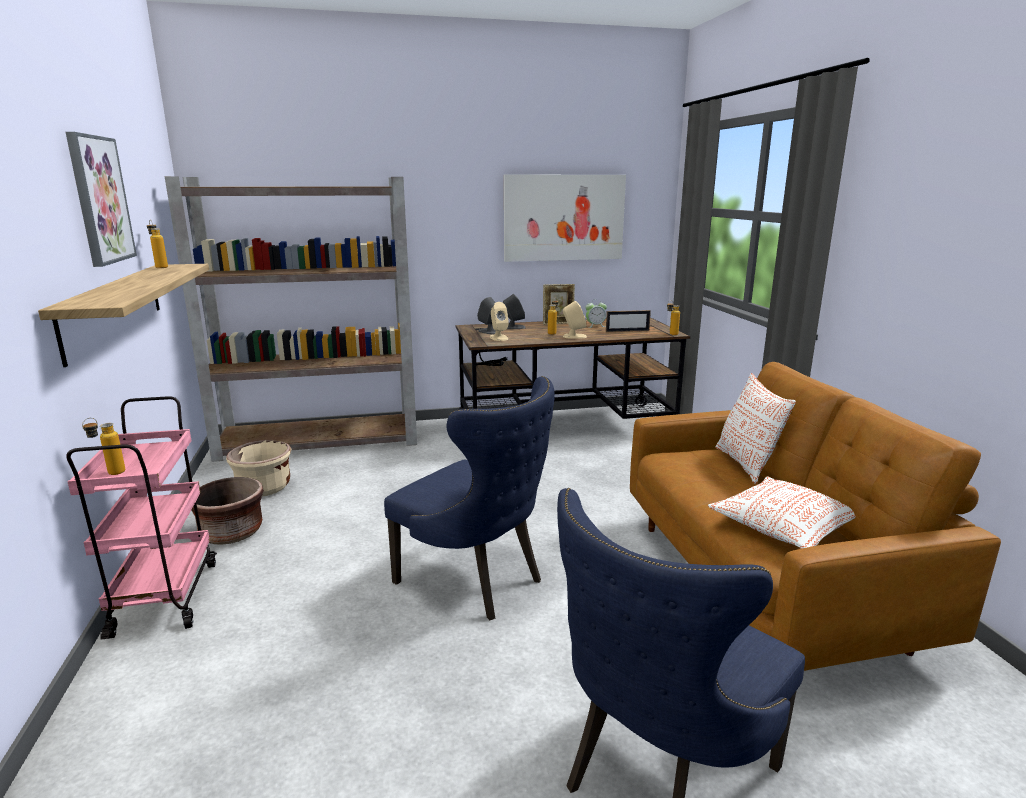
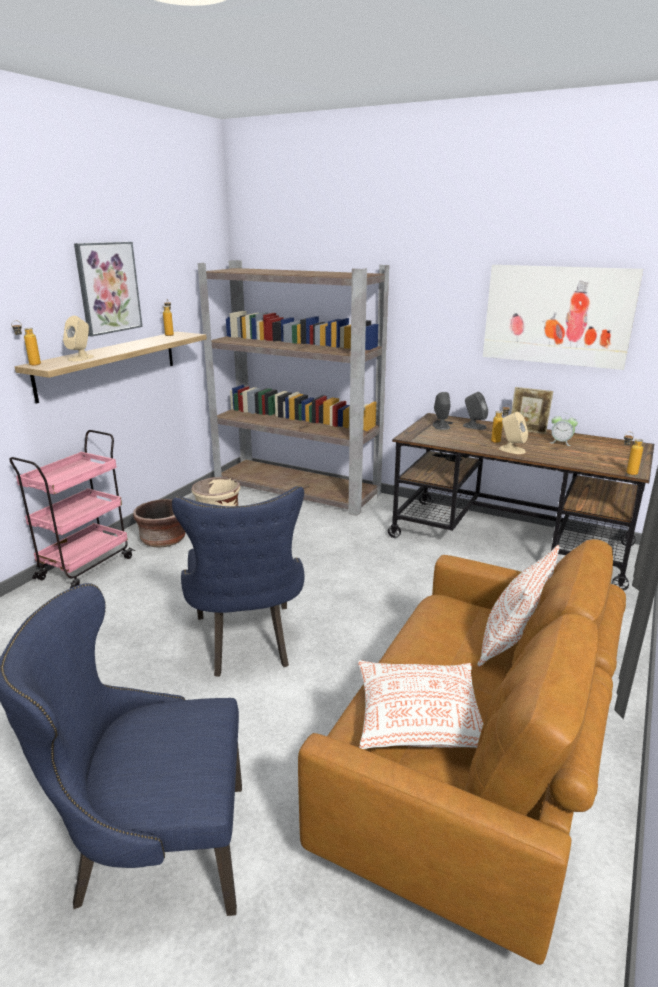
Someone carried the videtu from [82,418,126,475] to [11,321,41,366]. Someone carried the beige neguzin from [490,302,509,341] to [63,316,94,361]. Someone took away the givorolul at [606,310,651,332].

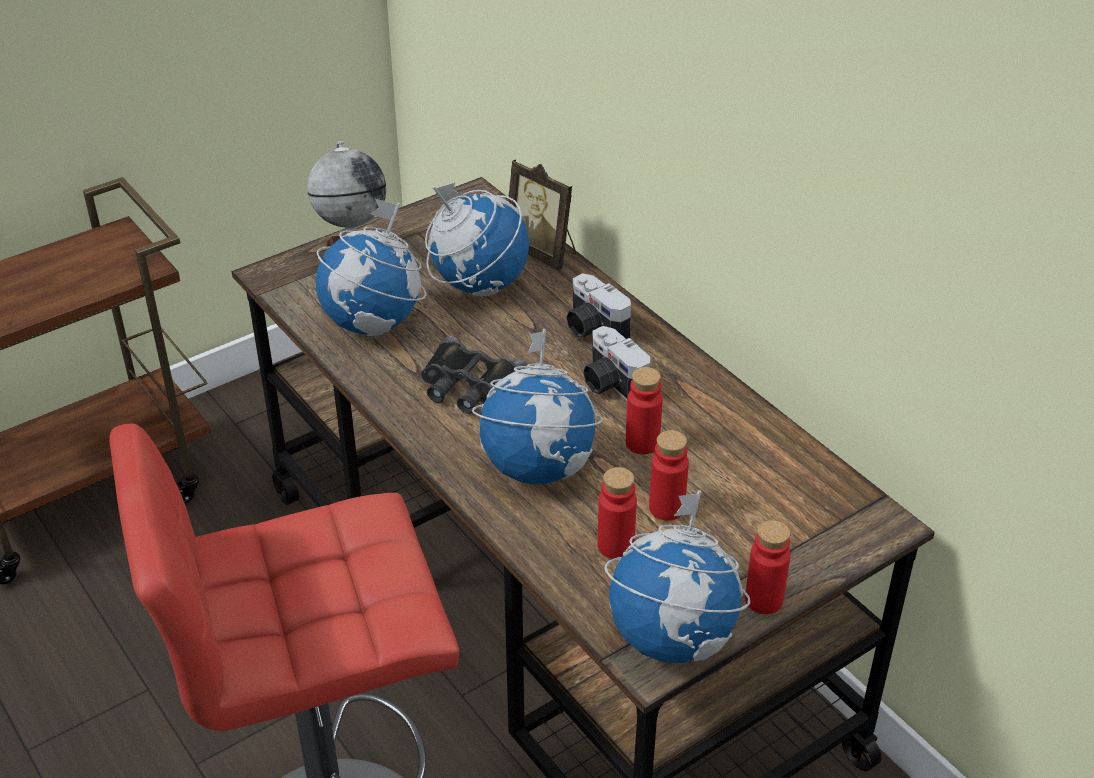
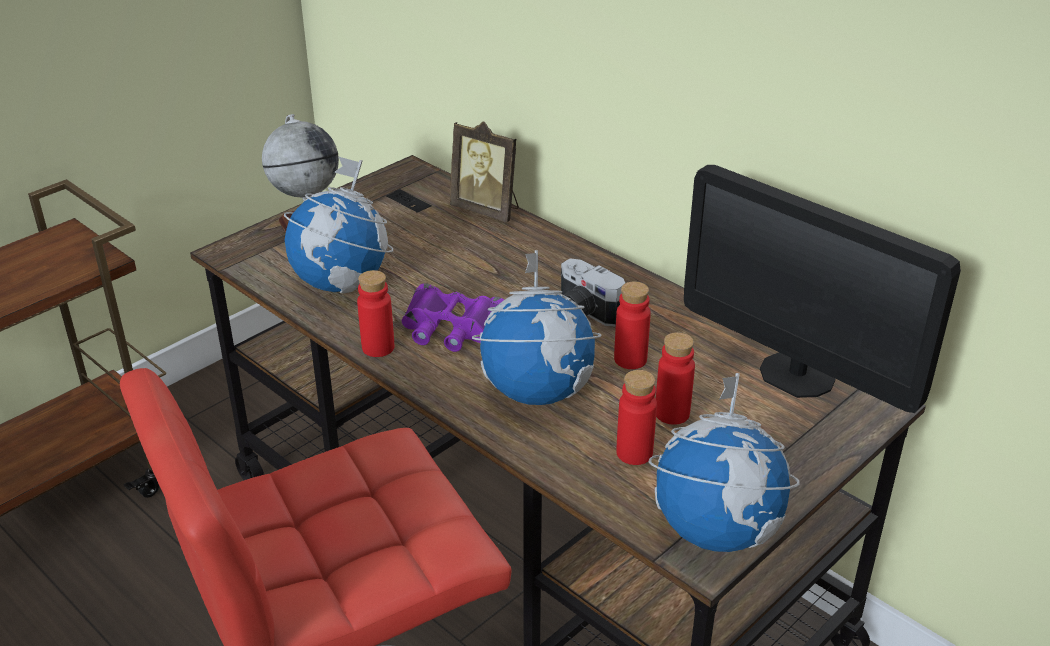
Someone repainted the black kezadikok at [421,336,528,414], which became the purple kezadikok at [402,283,504,352]. Someone took away the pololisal at [425,183,530,296]. Someone took away the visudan at [566,273,631,339]. Someone carried the red videtu from [745,520,790,614] to [357,270,394,357]. Someone put down the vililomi at [684,165,961,413].

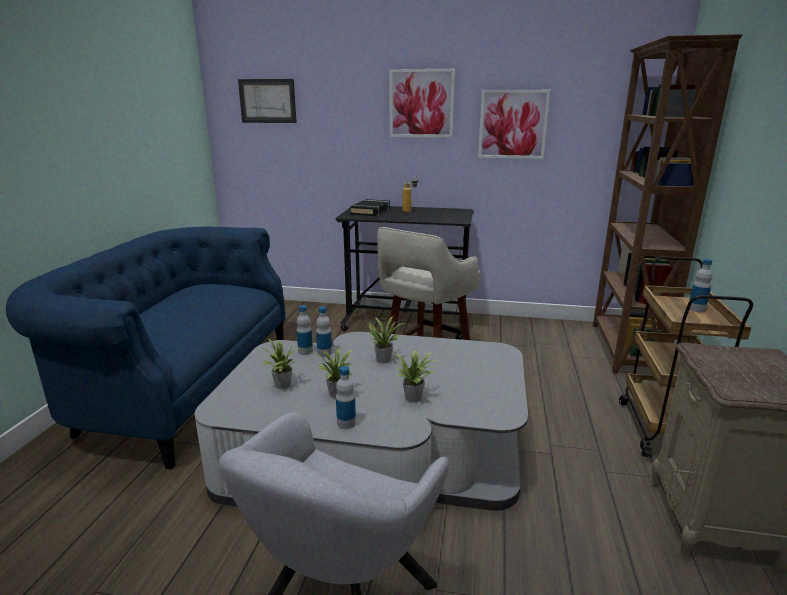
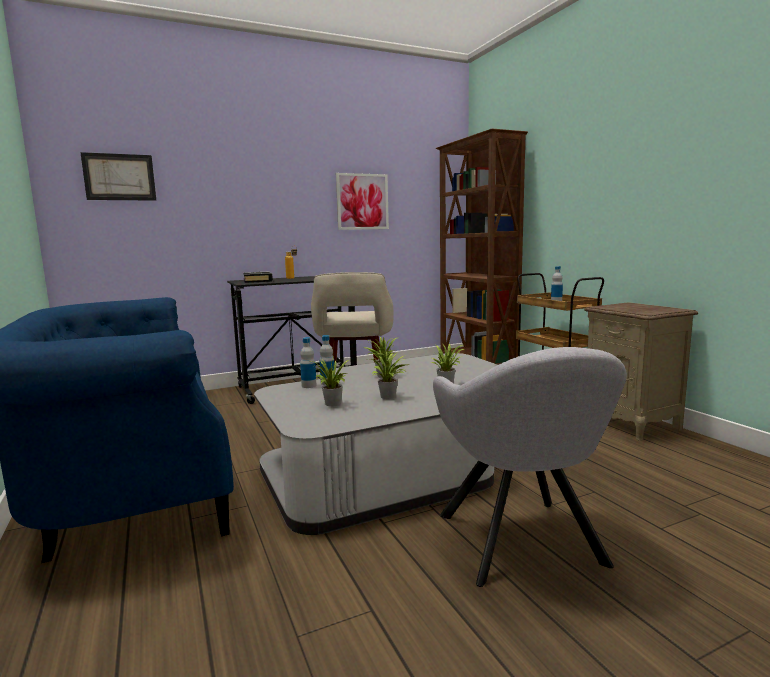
Someone took away the videtu at [336,366,356,429]. Someone took away the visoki at [390,69,455,138].

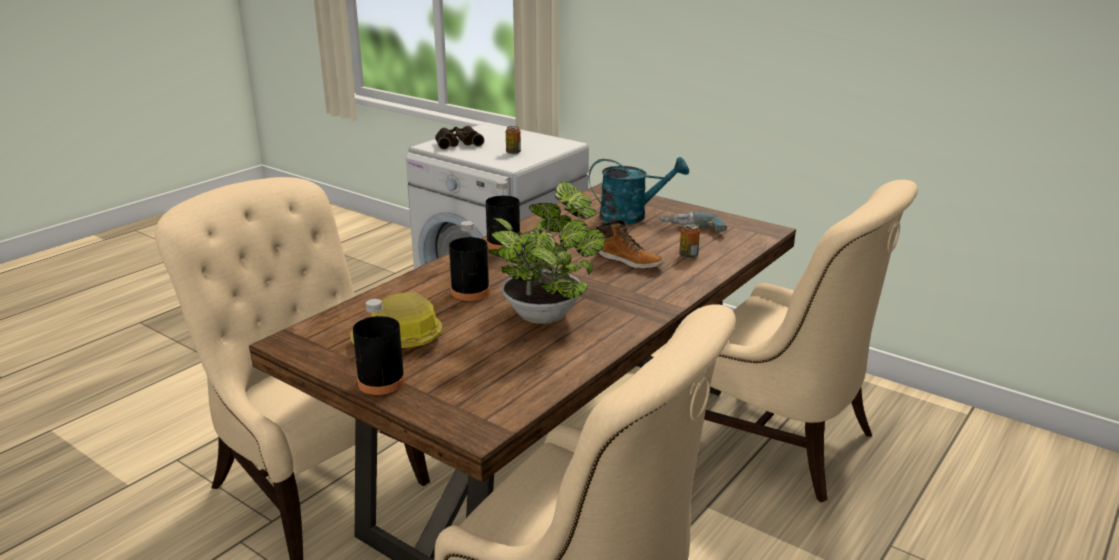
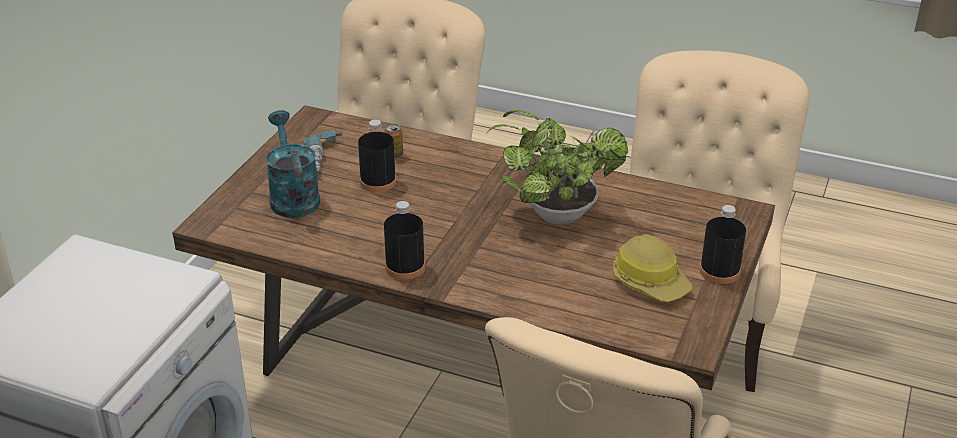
Someone took away the kezadikok at [435,126,484,150]. Someone carried the black videtu from [449,221,490,301] to [358,120,396,193]. Someone took away the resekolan at [506,126,521,154]. Someone took away the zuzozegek at [596,220,664,269].

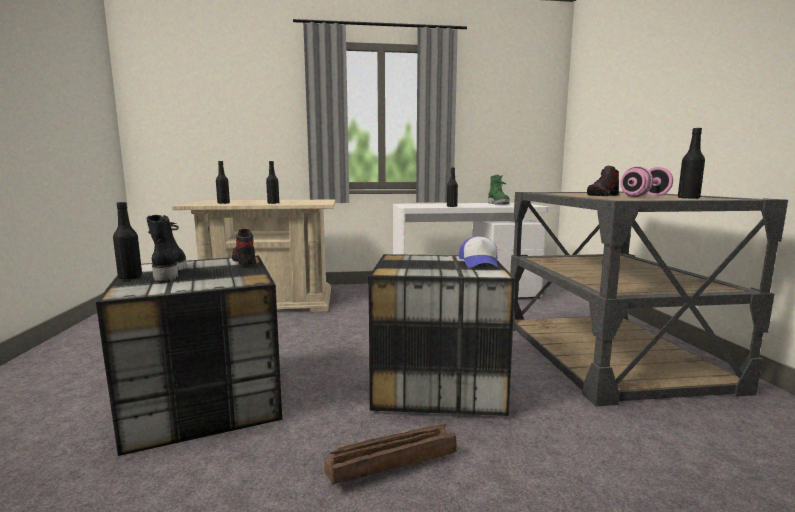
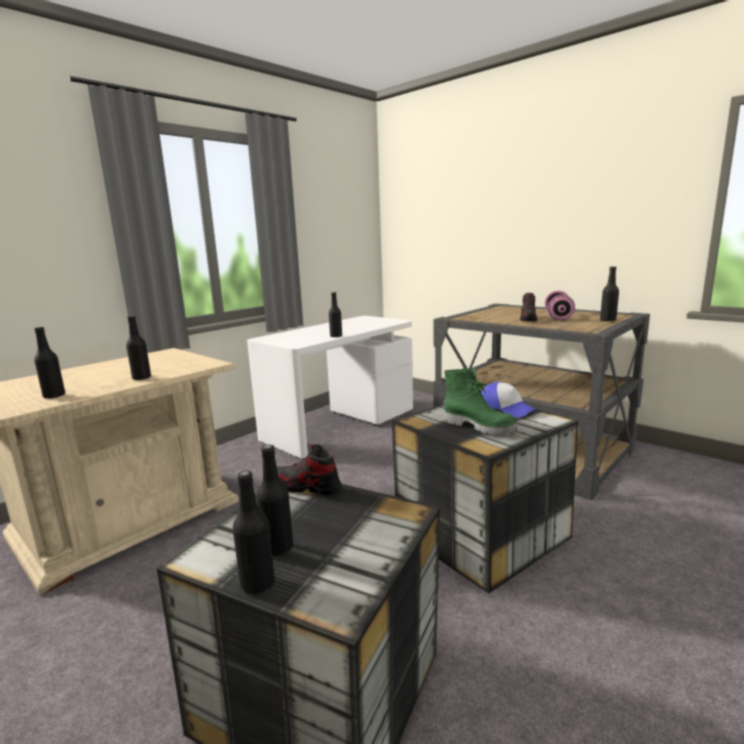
Someone swapped the black zuzozegek at [147,215,187,281] for the black videtu at [256,444,293,556]. Someone took away the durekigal at [324,423,457,484]. Someone carried the green zuzozegek from [488,175,510,205] to [444,368,517,435].

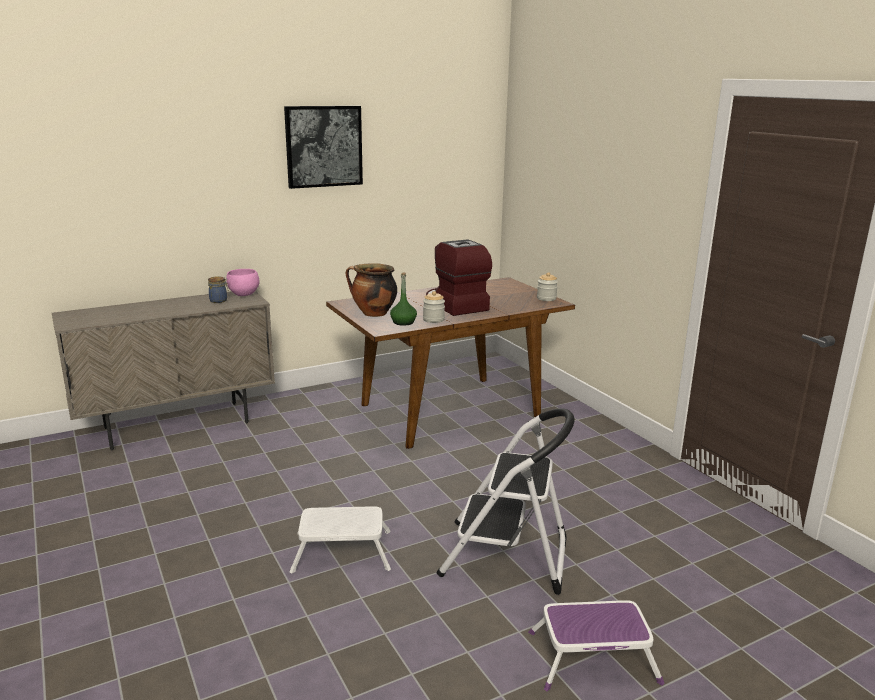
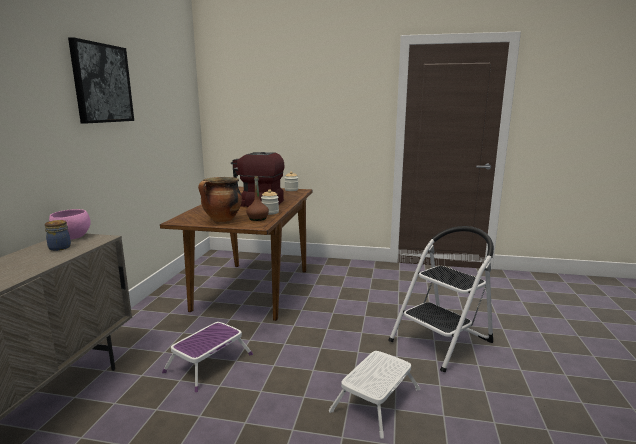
Someone repainted the green videtu at [390,272,417,326], which became the brown videtu at [246,176,269,221]. Someone carried the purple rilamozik from [528,600,664,691] to [162,322,253,392].

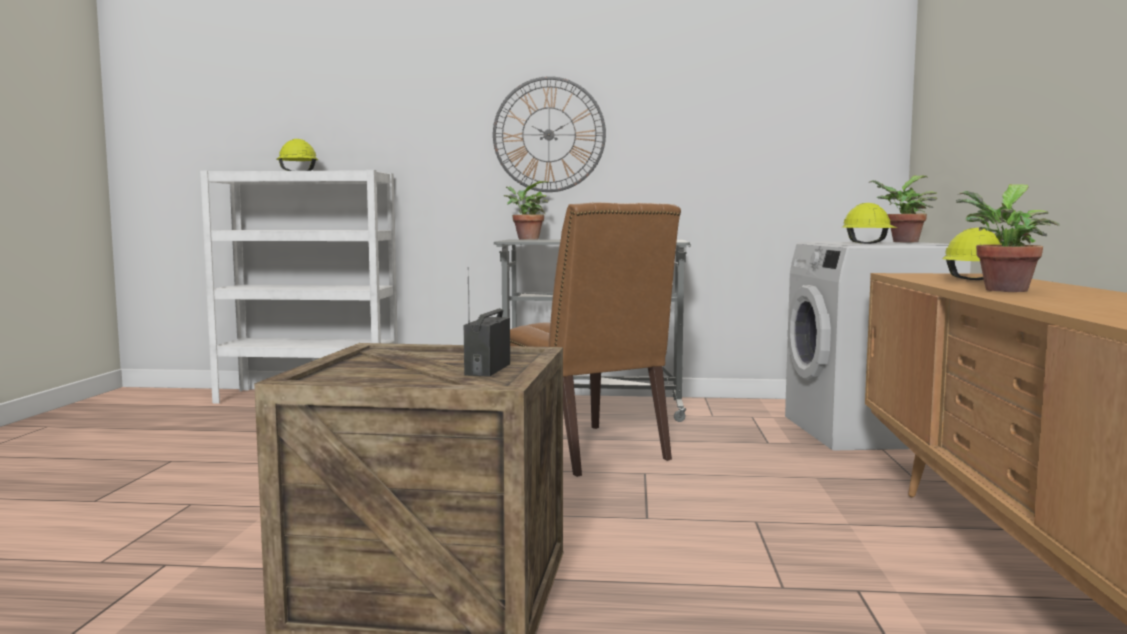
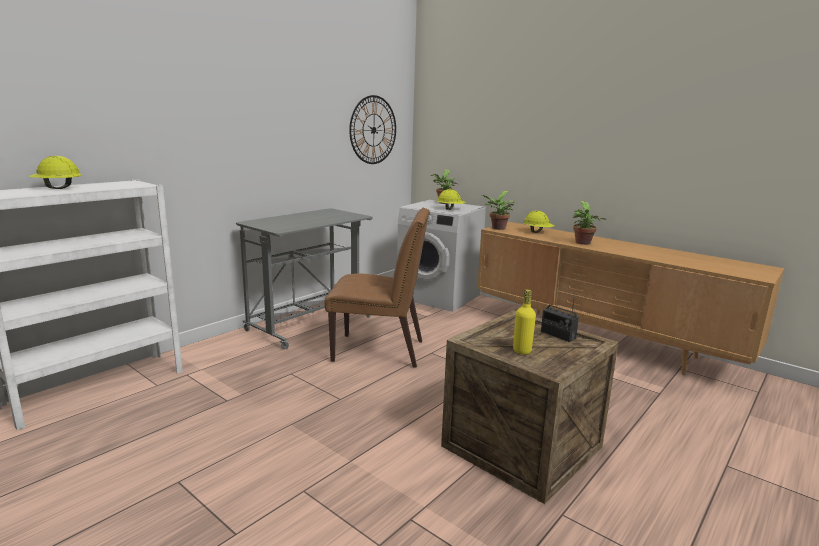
Someone carried the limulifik from [493,76,606,192] to [349,95,396,164]. Someone carried the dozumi from [504,181,549,240] to [482,191,515,230]. Someone put down the yellow videtu at [513,289,536,354].

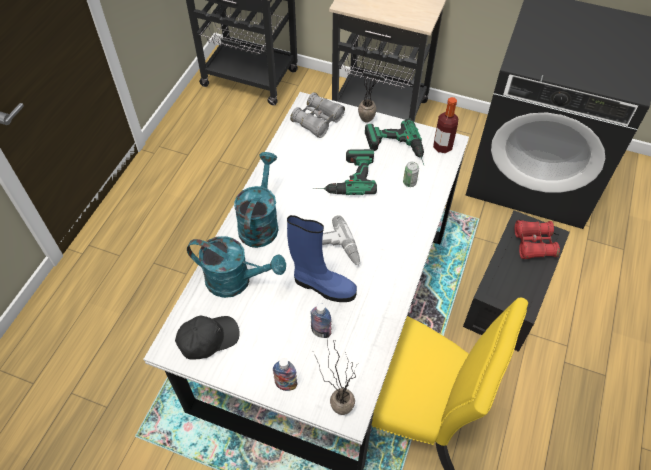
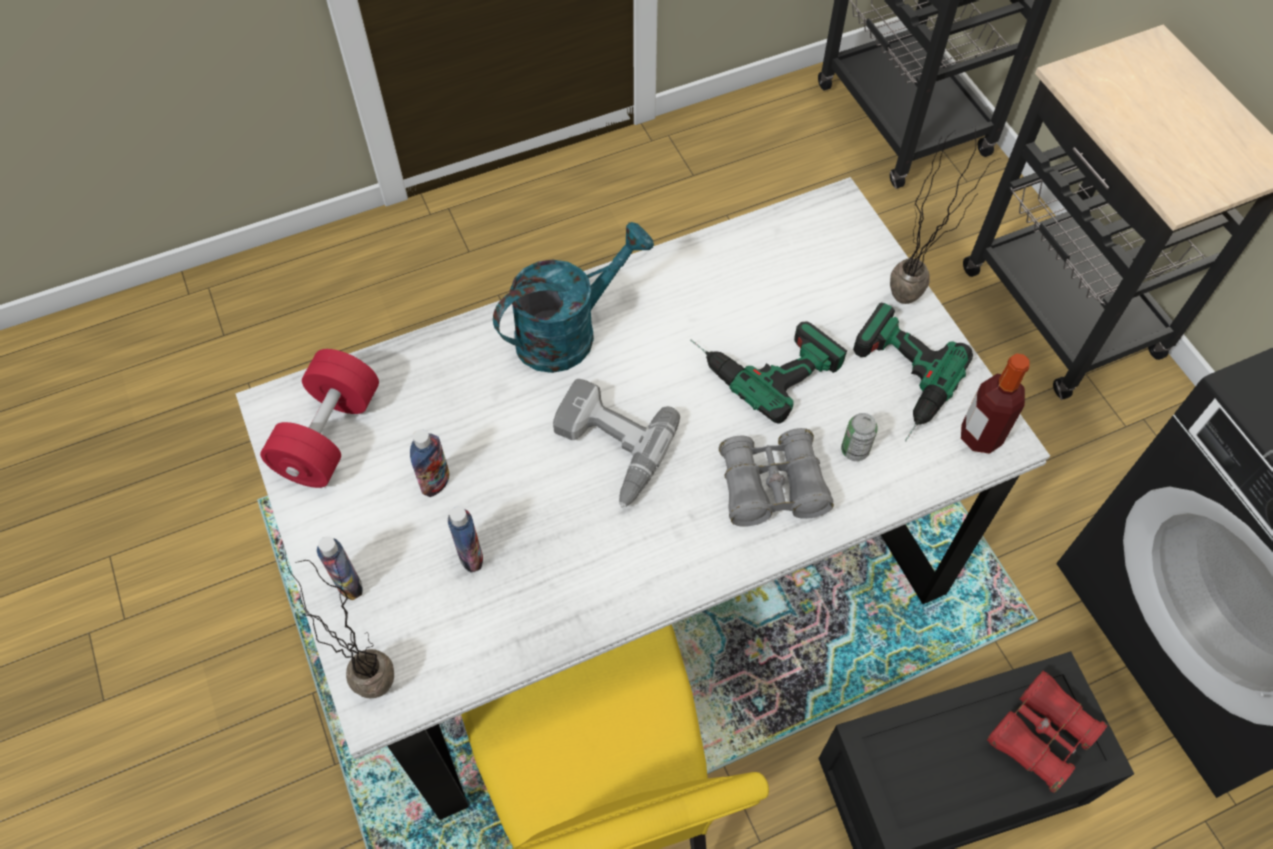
Someone swapped the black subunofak at [175,315,240,360] for the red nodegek at [260,349,379,488]. Someone took away the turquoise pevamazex at [187,236,286,298]. Someone took away the blue zuzozegek at [287,215,357,302]. Someone carried the grey kezadikok from [290,92,345,138] to [719,428,834,526]. Someone put down the videtu at [410,429,450,497].

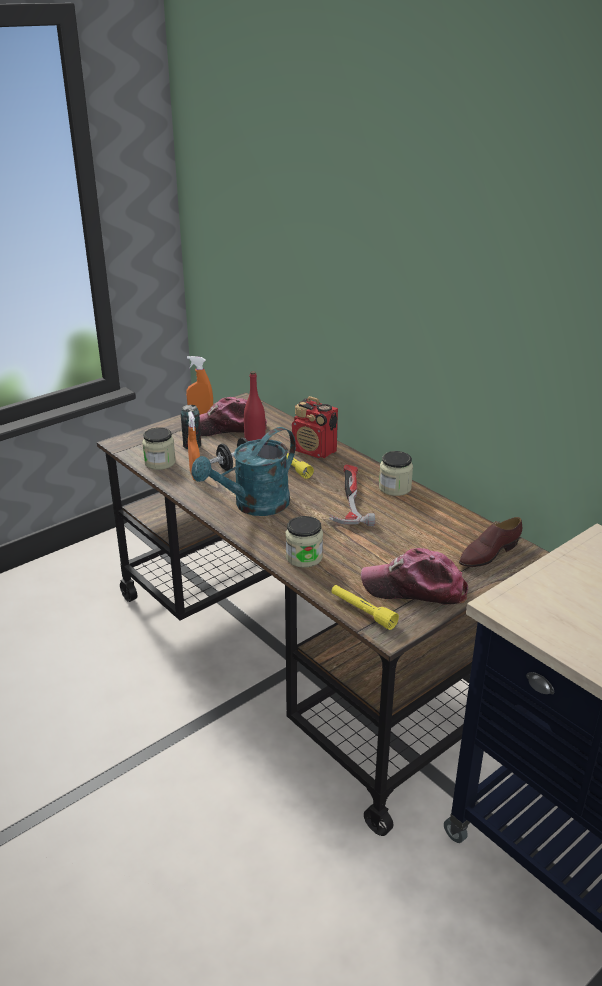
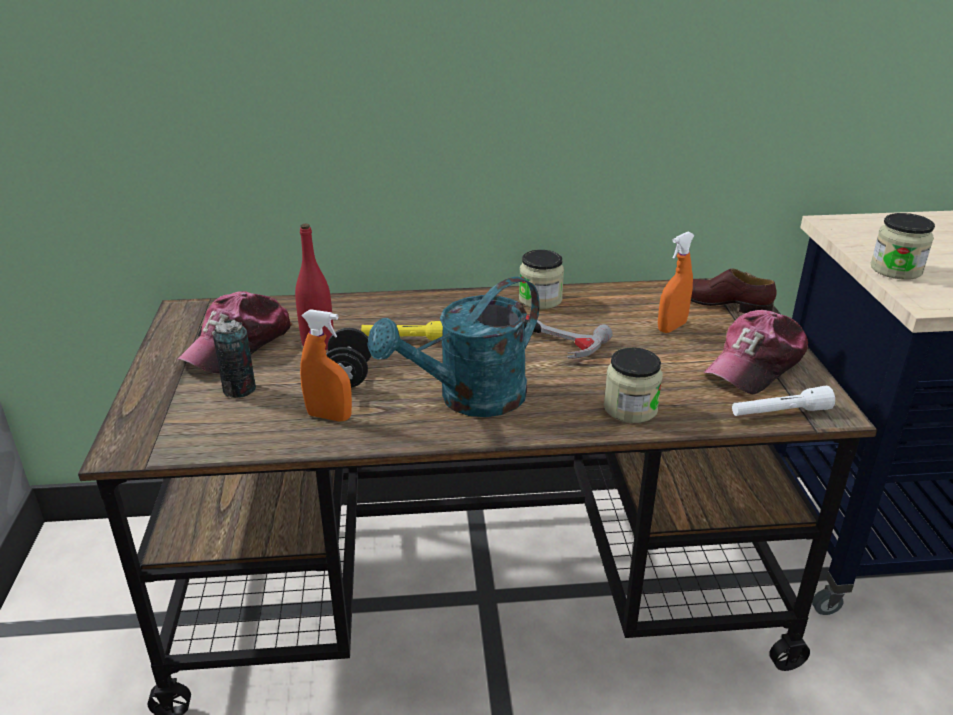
Someone carried the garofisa from [142,427,176,470] to [871,213,935,280]. Someone carried the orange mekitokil from [186,356,213,415] to [658,232,695,333]. Someone rotated the turquoise pevamazex at [191,427,296,516] by 60 degrees clockwise. Someone took away the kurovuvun at [292,396,338,458]. Someone repainted the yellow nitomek at [331,585,399,630], which became the white nitomek at [732,386,835,416]. Someone rotated the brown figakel at [459,517,522,567] by 120 degrees clockwise.

